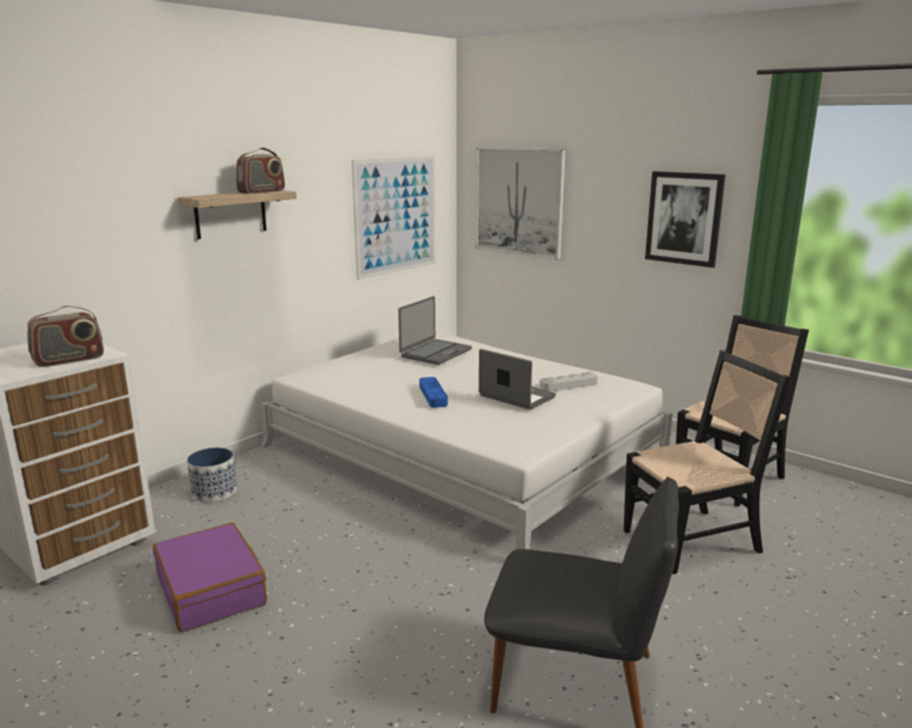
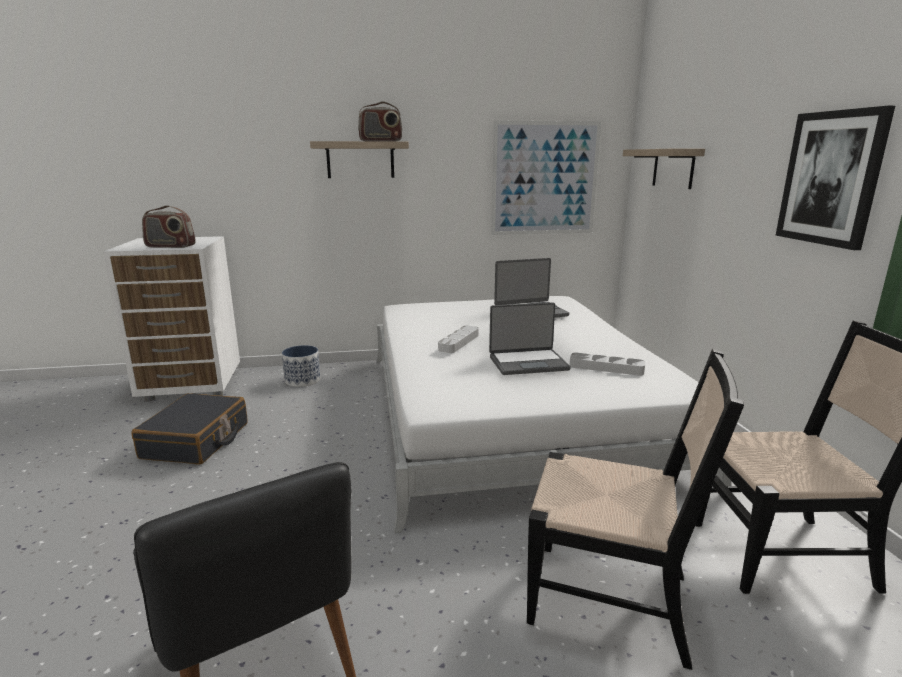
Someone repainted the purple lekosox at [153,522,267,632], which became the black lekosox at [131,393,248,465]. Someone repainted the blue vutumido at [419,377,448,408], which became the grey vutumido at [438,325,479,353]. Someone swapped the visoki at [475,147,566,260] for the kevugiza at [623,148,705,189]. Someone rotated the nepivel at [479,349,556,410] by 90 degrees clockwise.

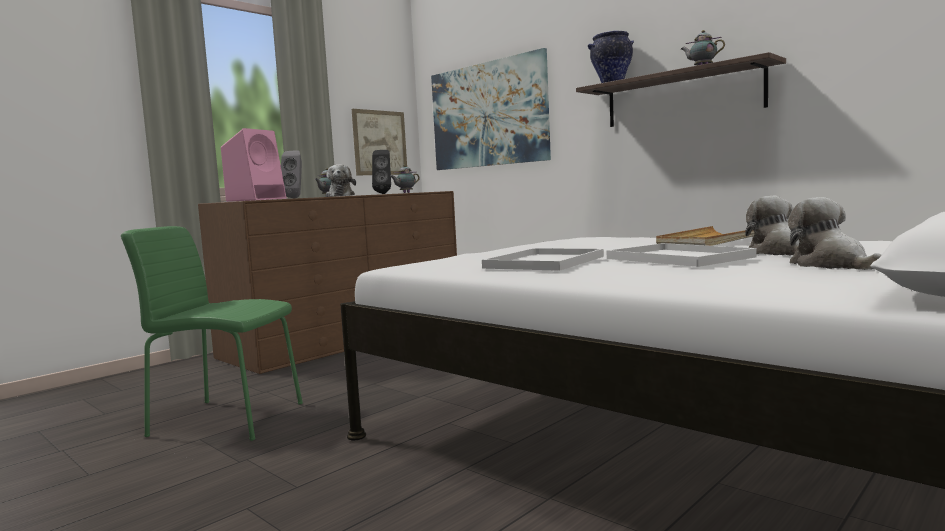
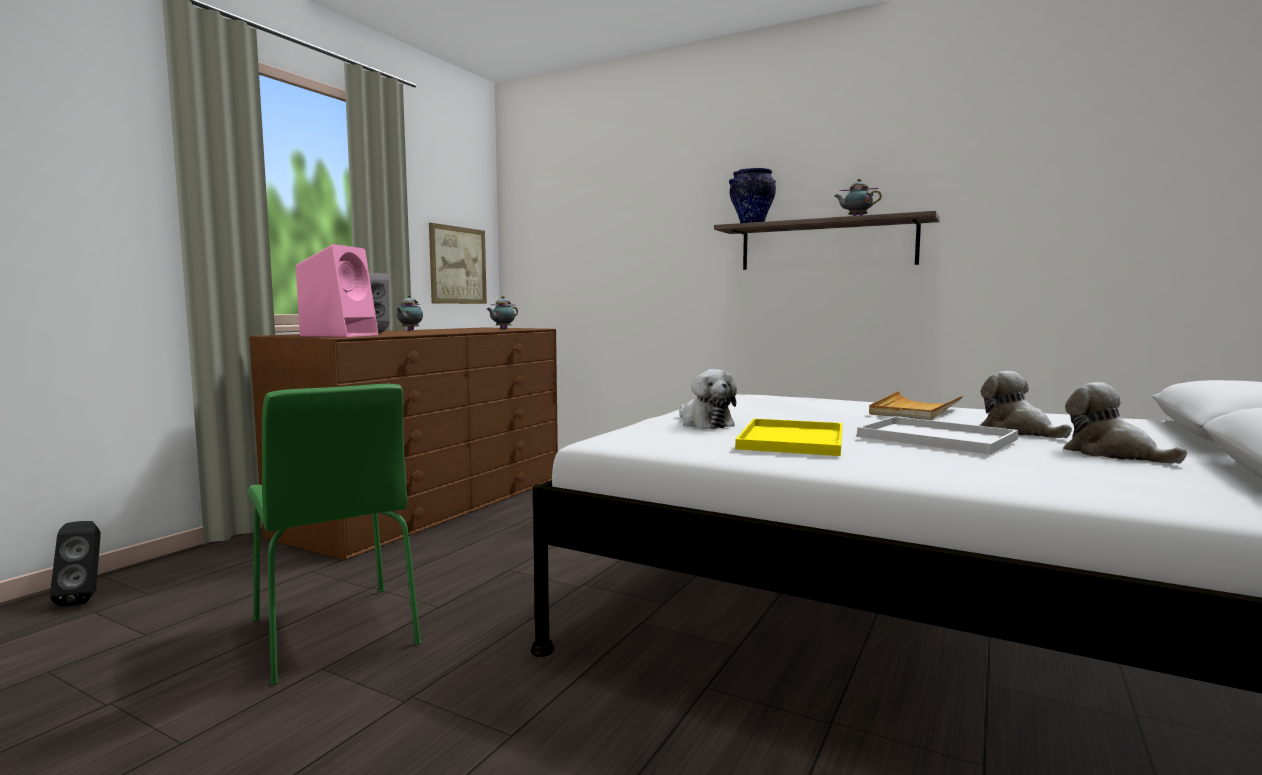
Someone rotated the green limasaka at [121,226,303,441] by 120 degrees counterclockwise. Someone carried the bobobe from [325,165,356,197] to [679,369,737,429]. Someone carried the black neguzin from [372,150,391,194] to [50,521,101,606]. Someone took away the visoki at [431,48,551,170]. Someone repainted the white vutumido at [482,248,604,271], which became the yellow vutumido at [735,419,842,456].

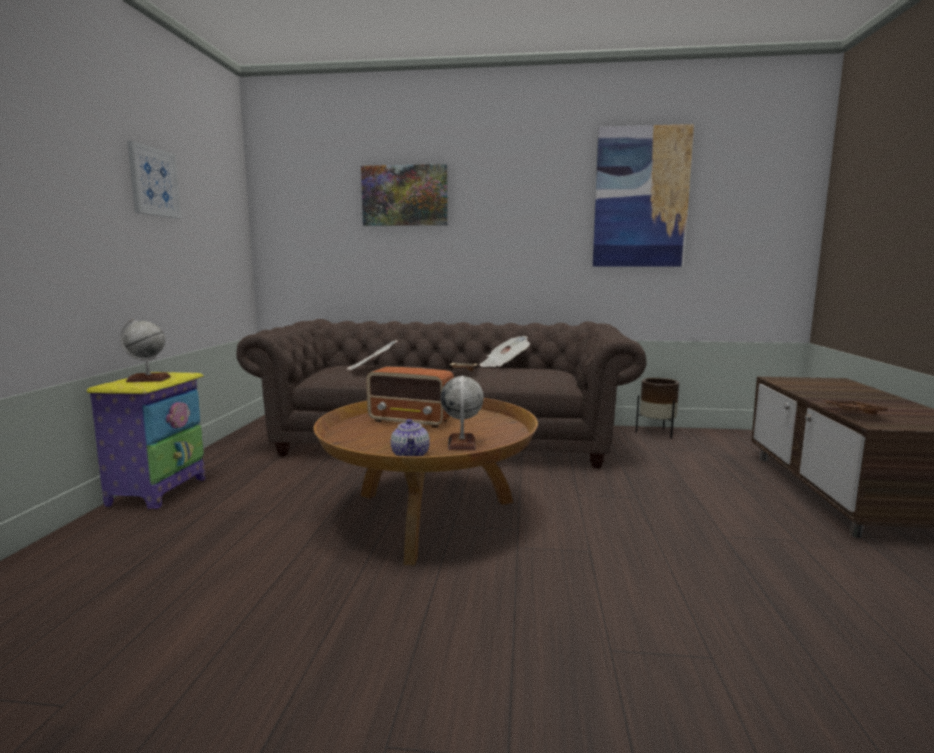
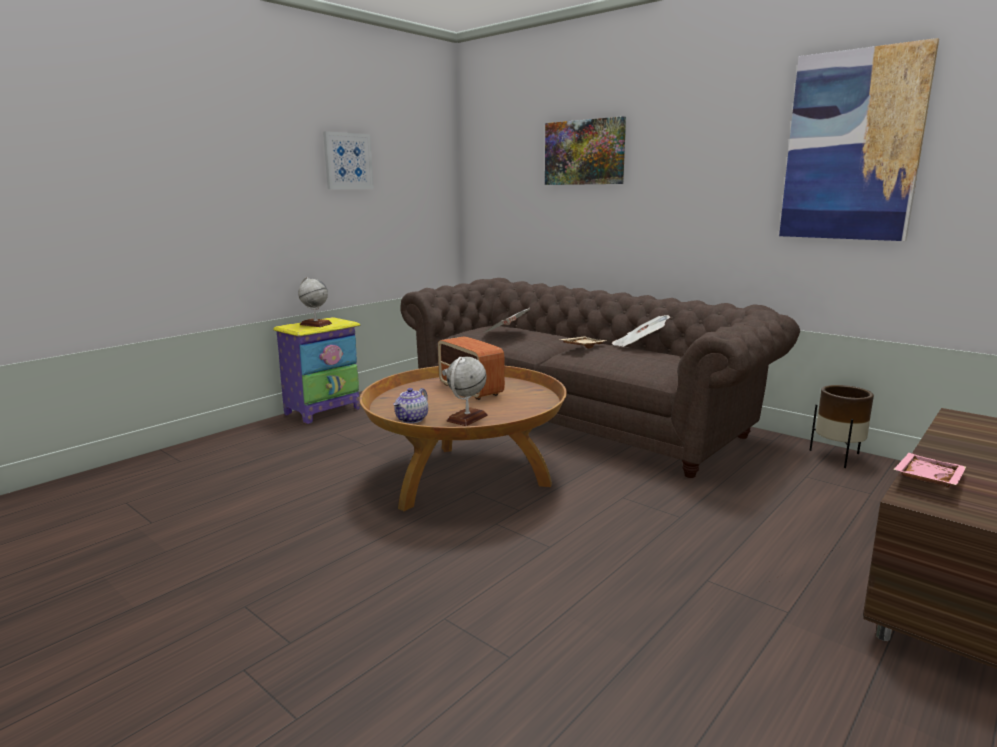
Someone repainted the brown vutumido at [823,400,896,414], which became the pink vutumido at [893,453,966,488].

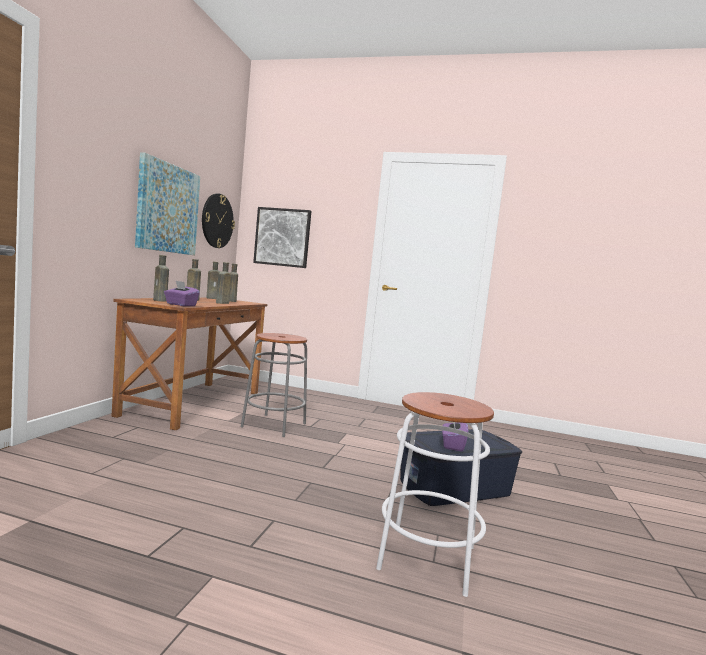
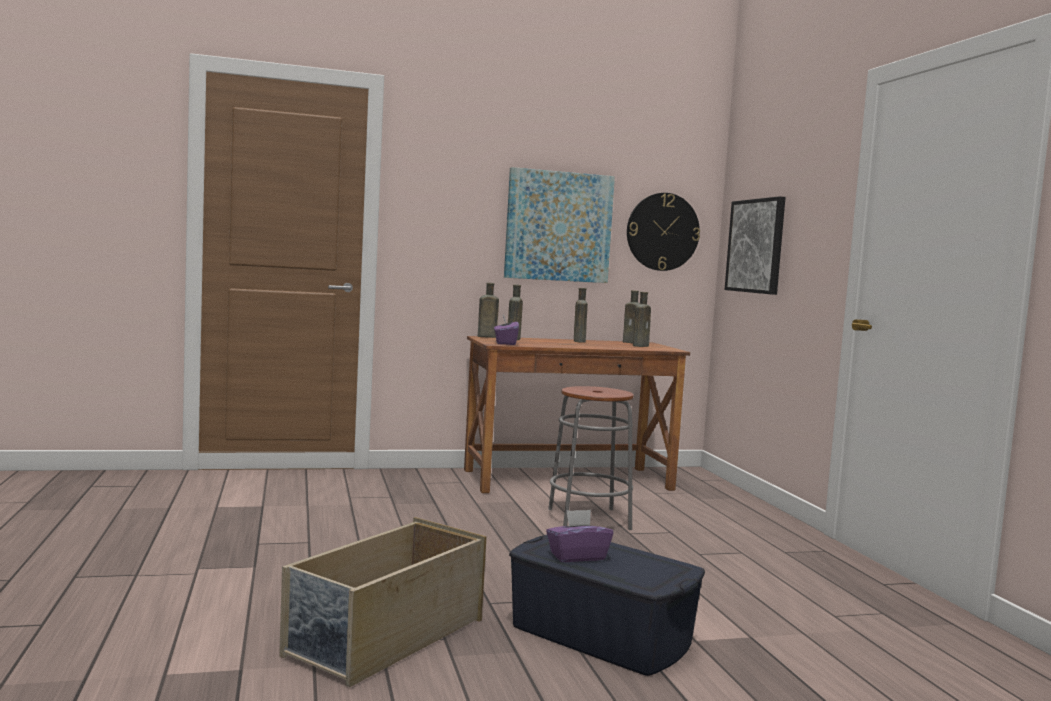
Someone carried the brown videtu from [216,262,231,304] to [478,283,499,338]. Someone swapped the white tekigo at [376,392,494,597] for the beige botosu at [279,517,487,687].

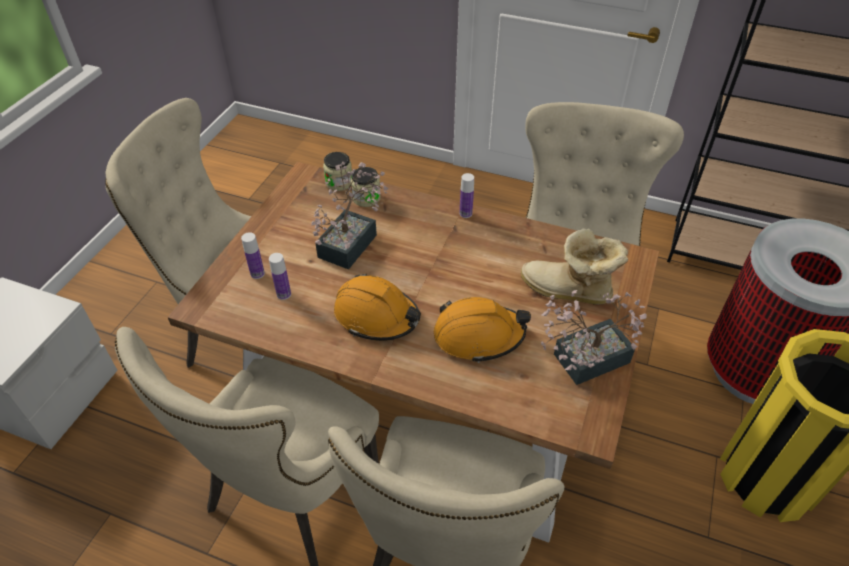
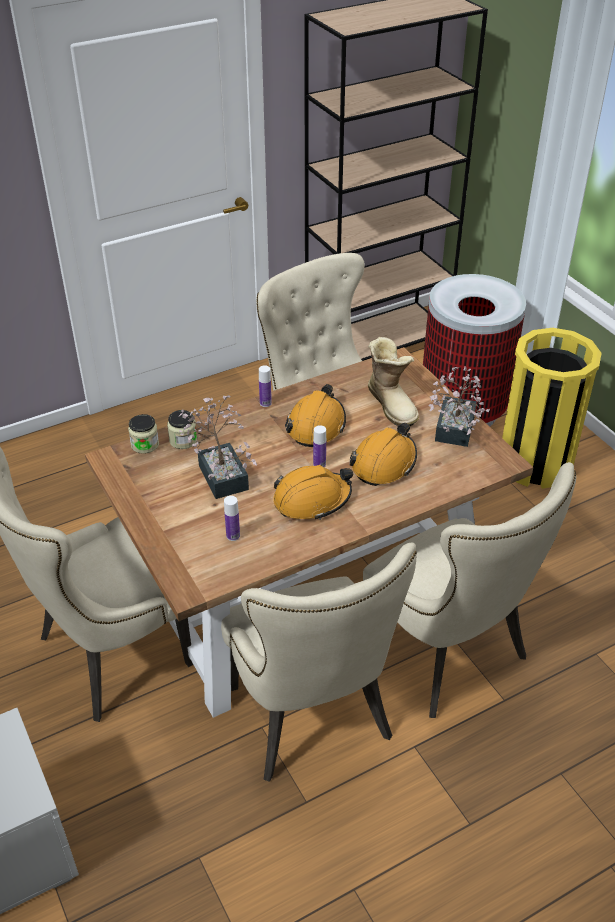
Someone carried the videtu from [241,232,265,279] to [313,425,326,467]. Someone rotated the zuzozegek at [521,228,628,305] by 90 degrees counterclockwise. Someone put down the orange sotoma at [285,384,346,447].

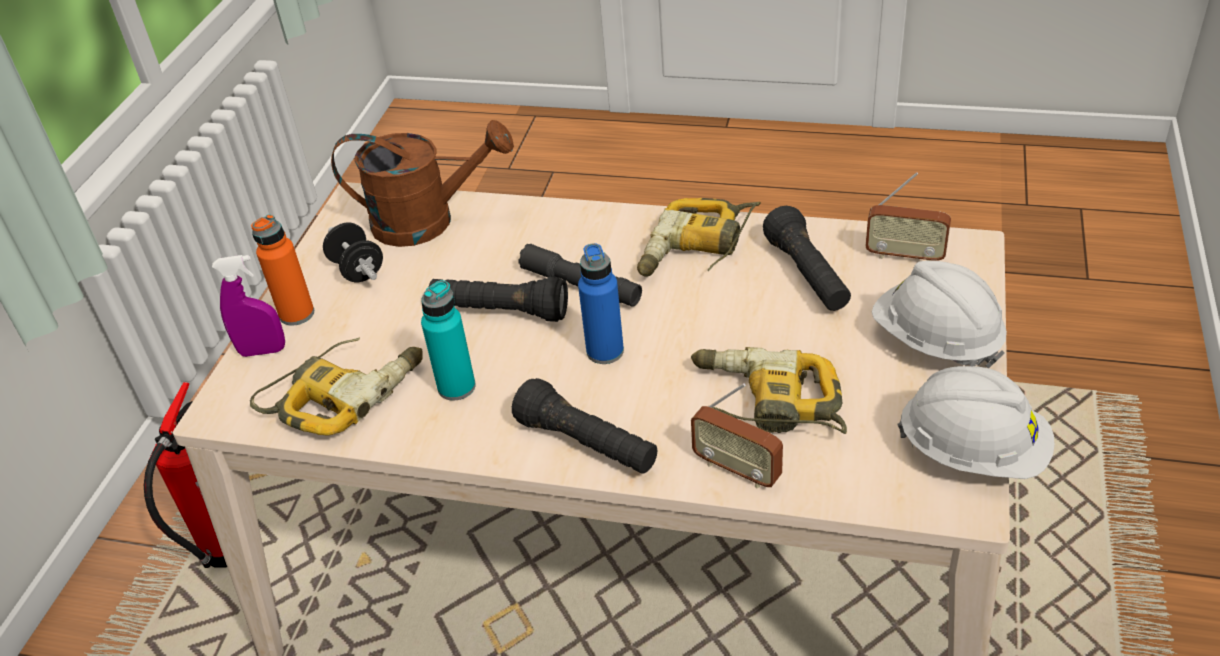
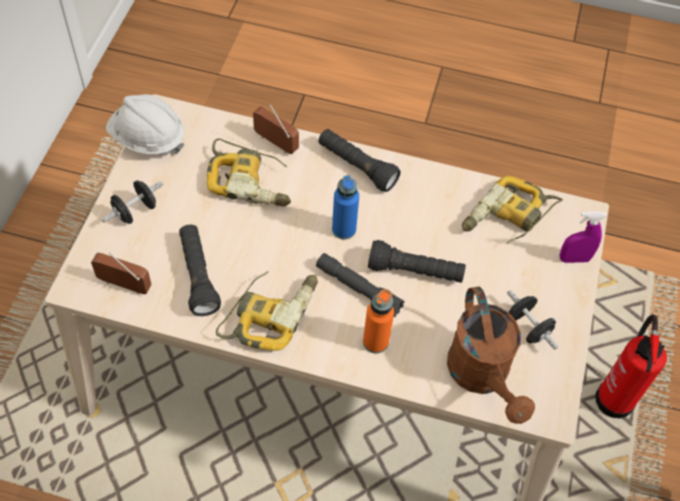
Someone carried the orange videtu from [251,215,314,326] to [363,289,394,353]. Someone rotated the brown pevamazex at [331,120,514,247] by 105 degrees counterclockwise. Someone took away the turquoise videtu at [421,280,476,401]. Someone swapped the white sotoma at [872,261,1007,368] for the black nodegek at [102,180,163,224].

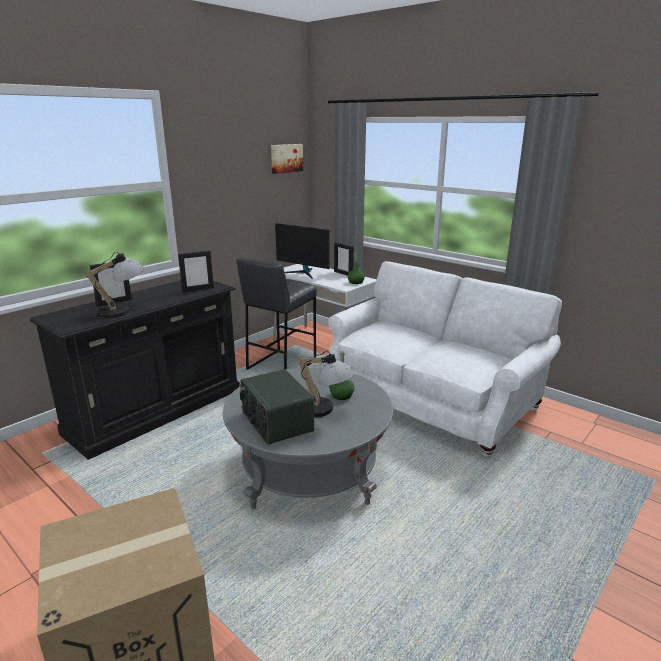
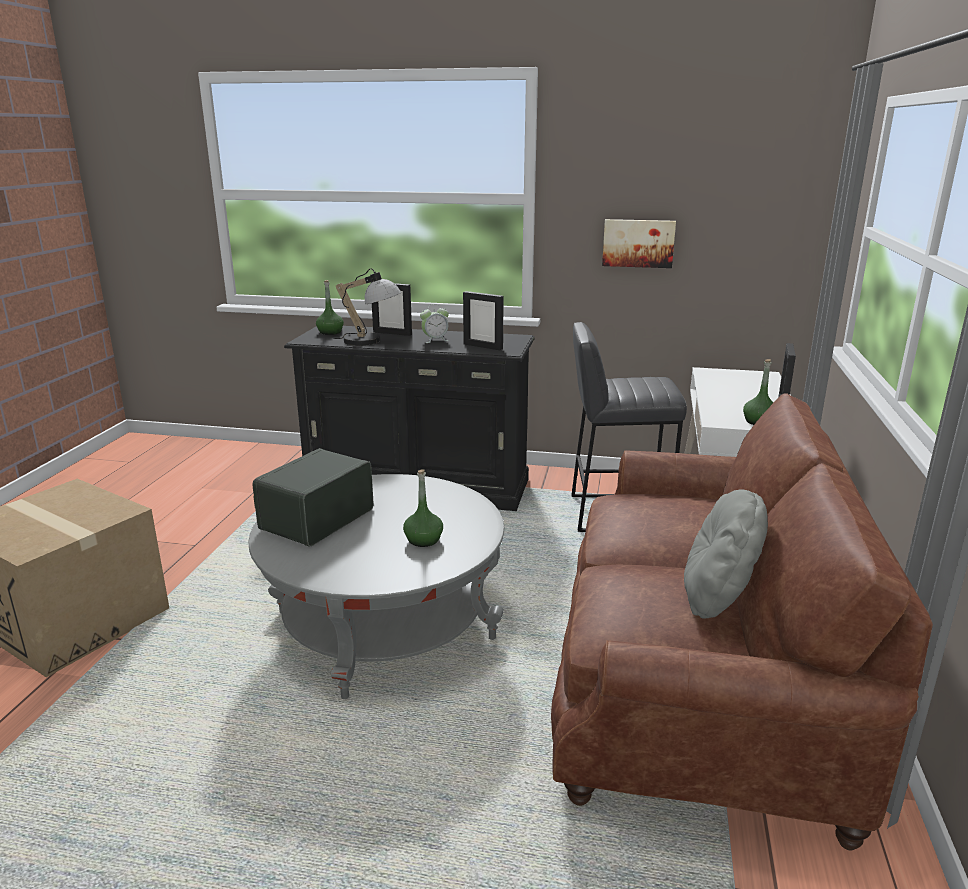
Someone carried the visoki from [271,144,303,174] to [602,219,676,268]. Someone took away the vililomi at [275,223,329,279]. Someone took away the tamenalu at [297,351,354,417]. Someone repainted the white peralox at [324,261,562,457], which became the brown peralox at [551,393,933,850]. Someone put down the green videtu at [316,280,344,335]. Someone put down the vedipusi at [420,304,449,343]. Someone put down the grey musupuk at [684,489,768,619].

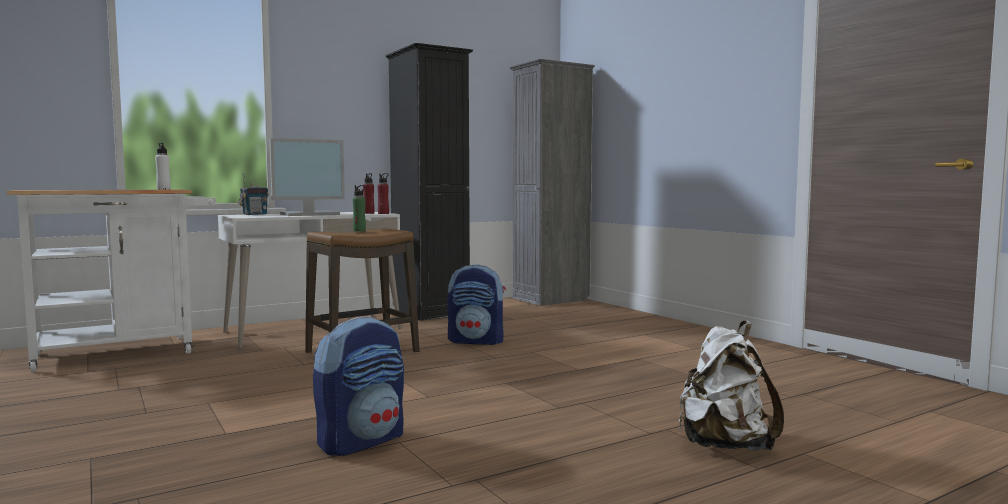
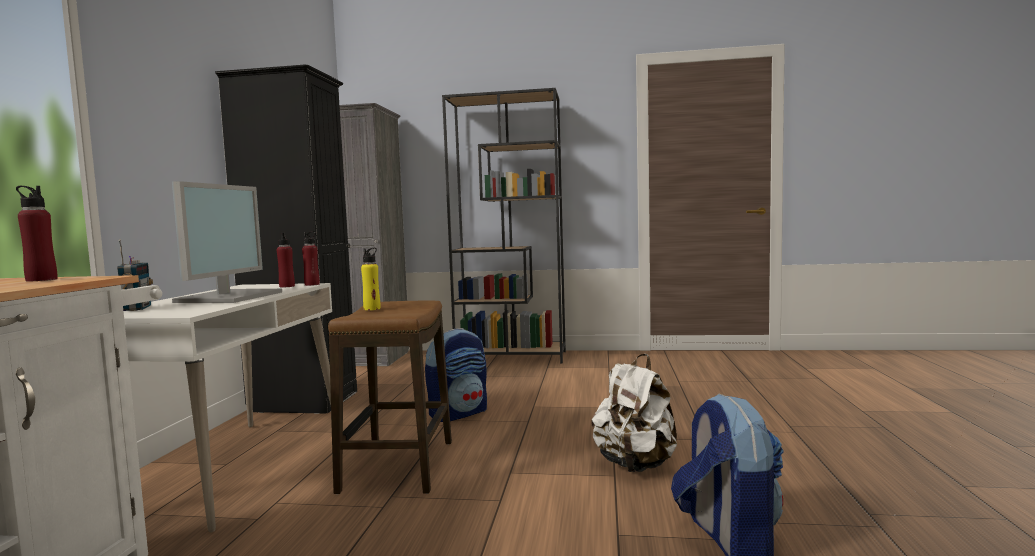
Someone repainted the white videtu at [155,143,171,189], which became the red videtu at [16,186,57,281]. Someone repainted the green videtu at [353,185,366,232], which became the yellow videtu at [361,248,380,310]. Someone carried the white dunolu from [679,321,784,451] to [592,354,677,472]. Someone put down the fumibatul at [442,88,566,363].

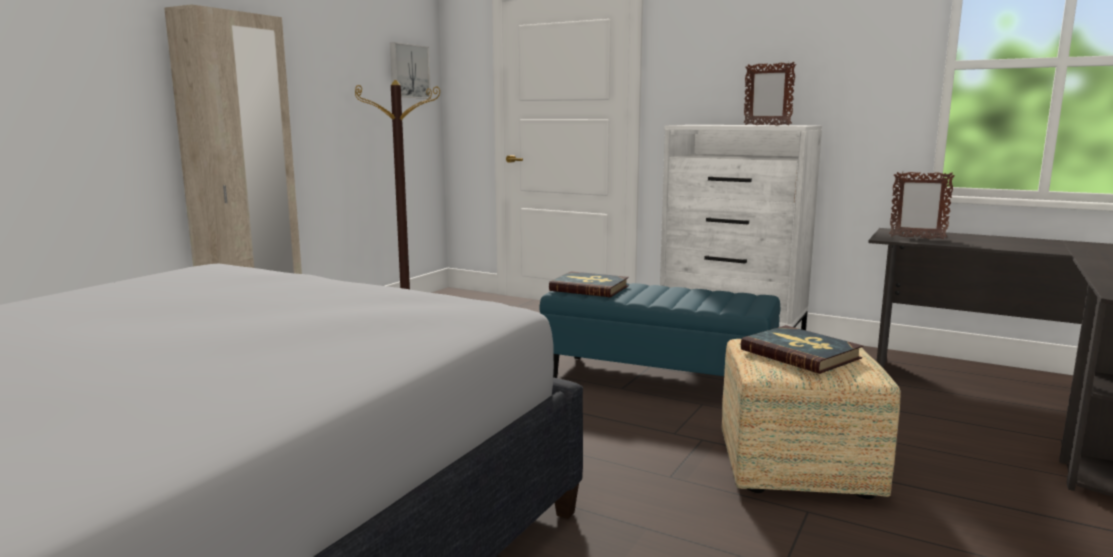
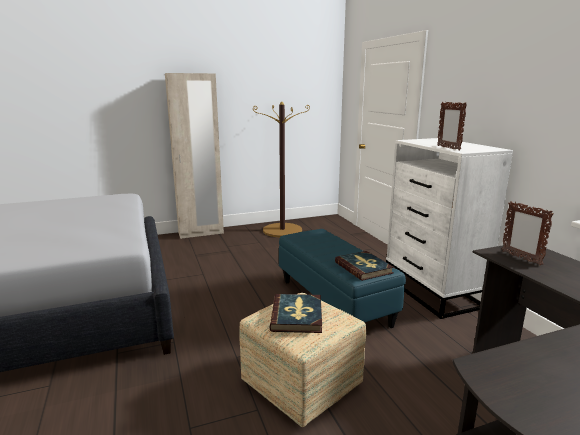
Someone took away the visoki at [390,42,431,98]. Someone carried the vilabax from [549,271,629,297] to [335,251,394,281].

